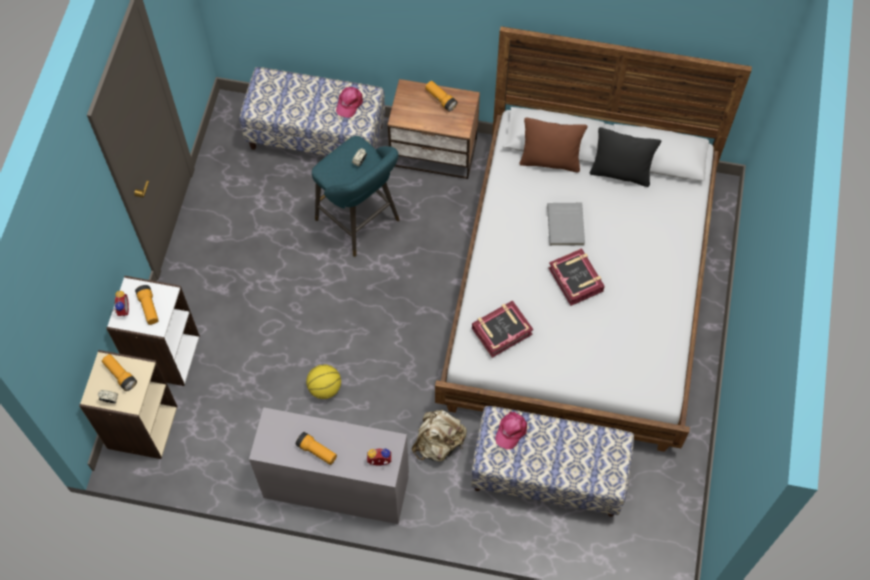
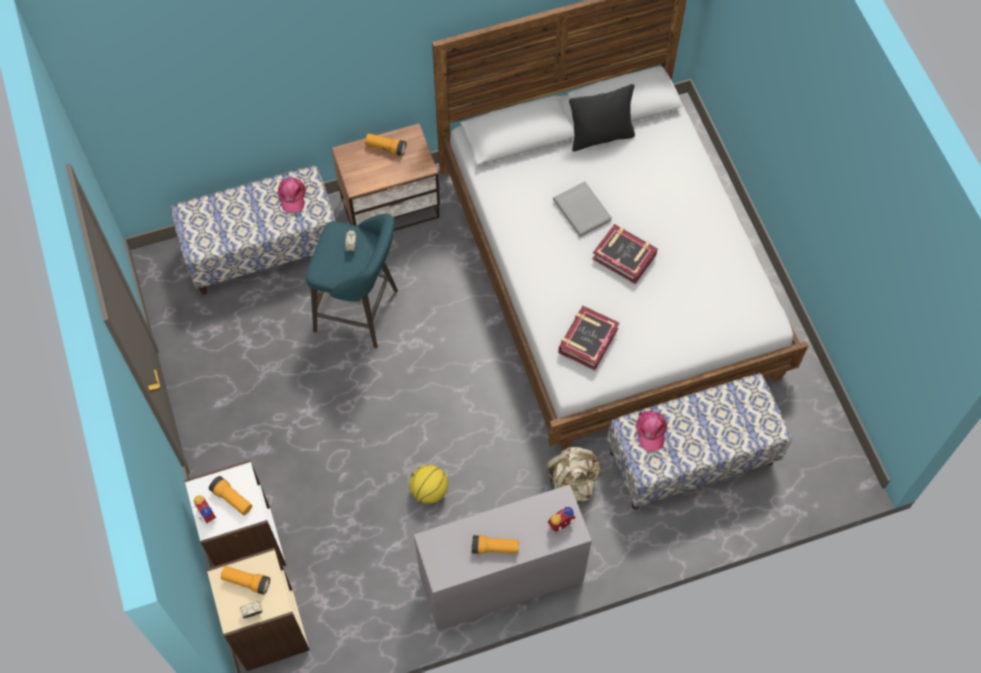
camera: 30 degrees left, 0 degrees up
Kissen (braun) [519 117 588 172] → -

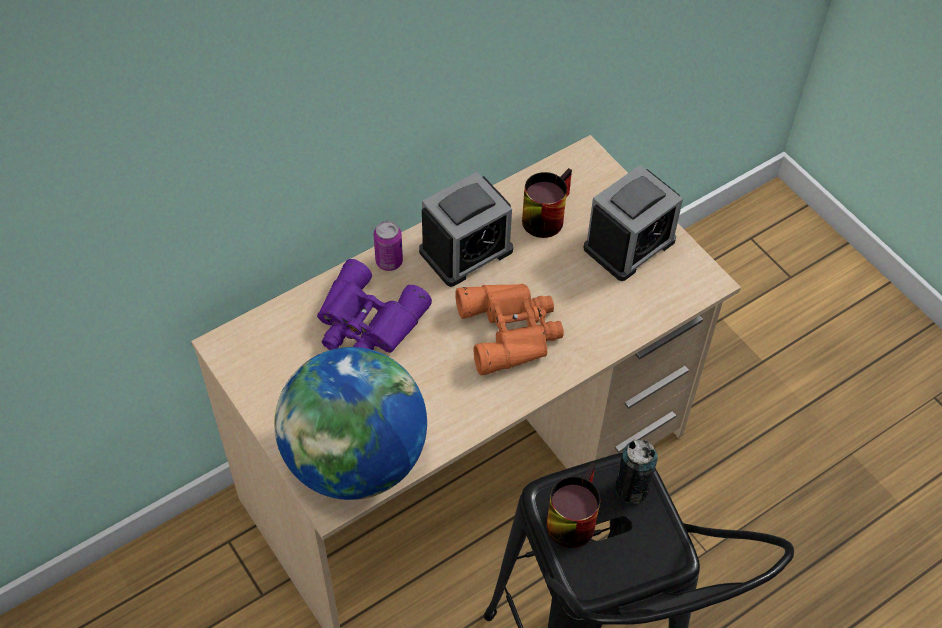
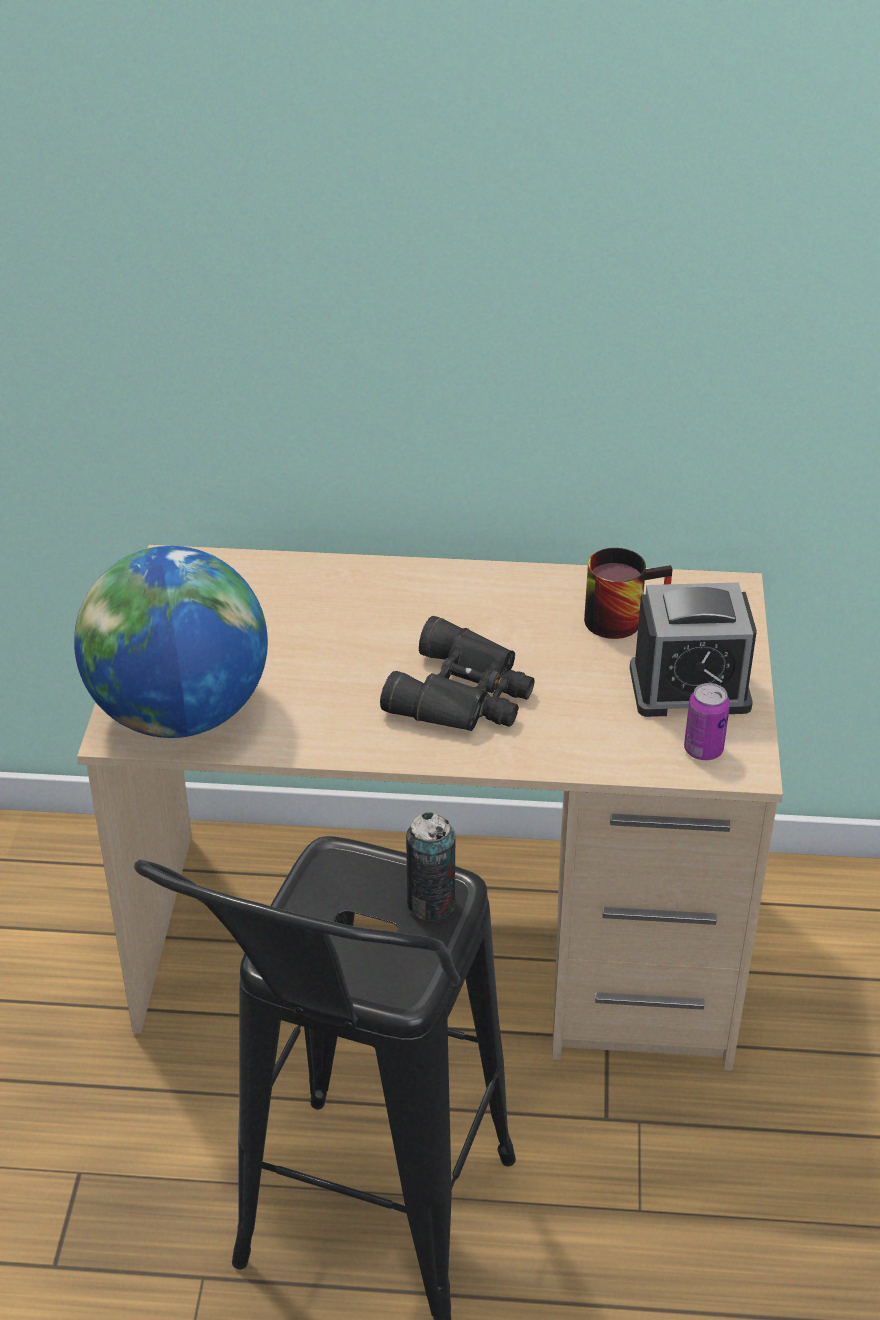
camera: 40 degrees right, 15 degrees down
Wecker [419 172 513 287] → -
Dose [374 221 403 271] → Dose [684 683 730 760], shifted
Fernglas (lila) [317 259 432 353] → -
Fernglas (orange) [455 284 564 375] → Fernglas (schwarz) [380 616 535 731]
Henkelbecher [547 462 600 548] → -

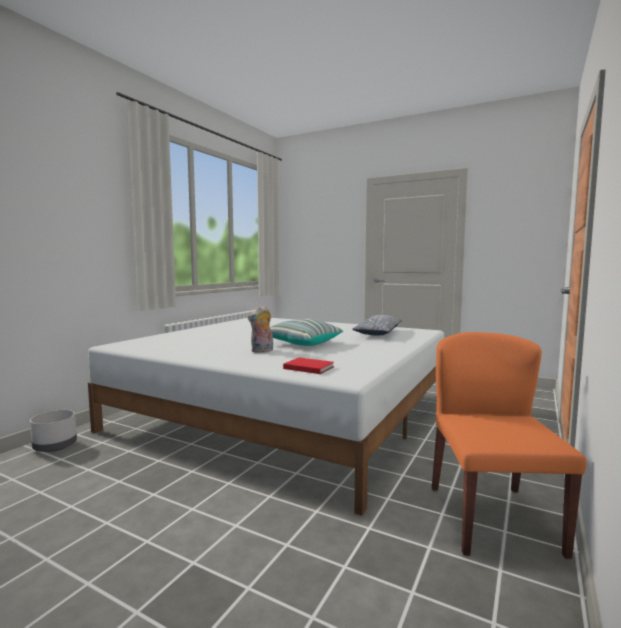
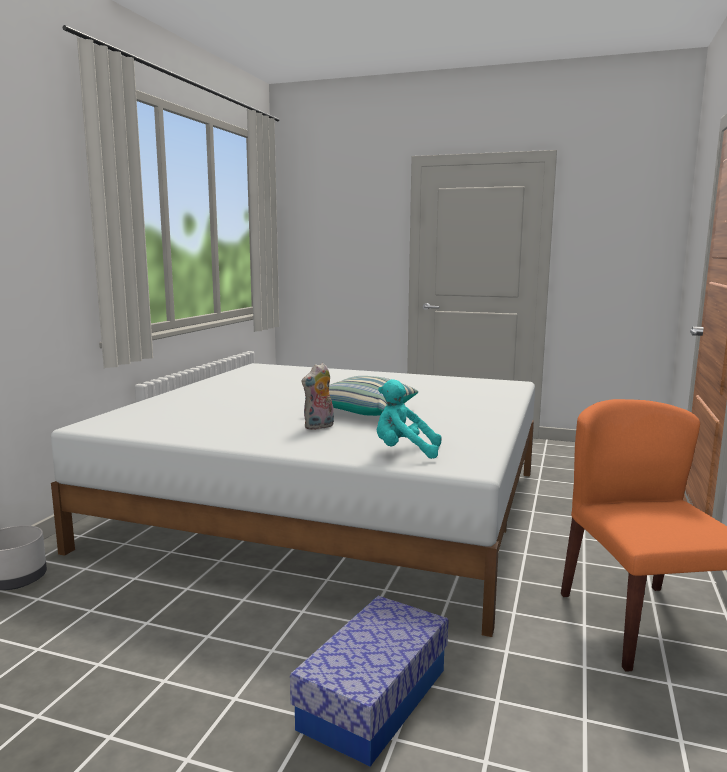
camera: 10 degrees left, 5 degrees up
Kissen [352 315 402 336] → -
Buch (rot) [283 357 334 374] → Plüschtier (türkis) [377 379 442 459]
- → Aufbewahrungsbox [290 596 448 766]

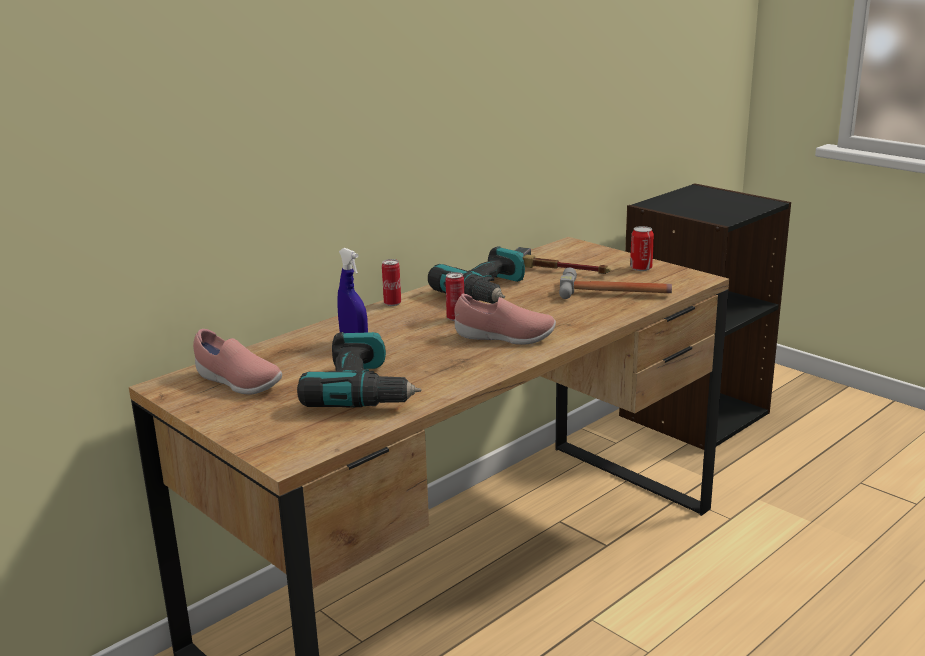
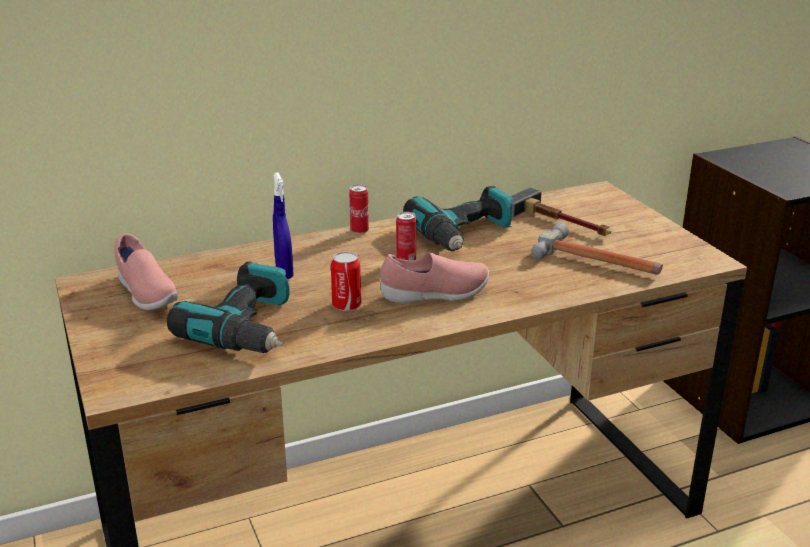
camera: 20 degrees right, 5 degrees up
Dose [630 226 654 271] → Dose [331 252 361 311], shifted
Schuh (rosa) [455 294 556 345] → Schuh (rosa) [380 252 489 303], 45 degrees counterclockwise

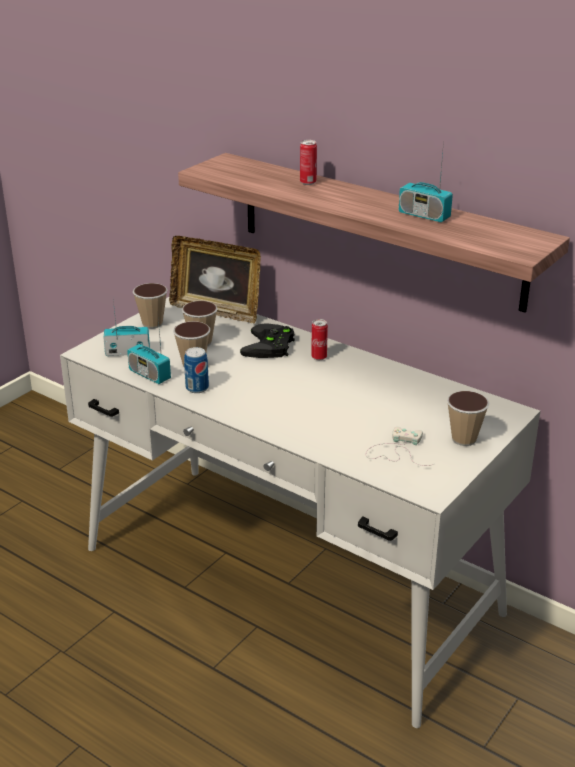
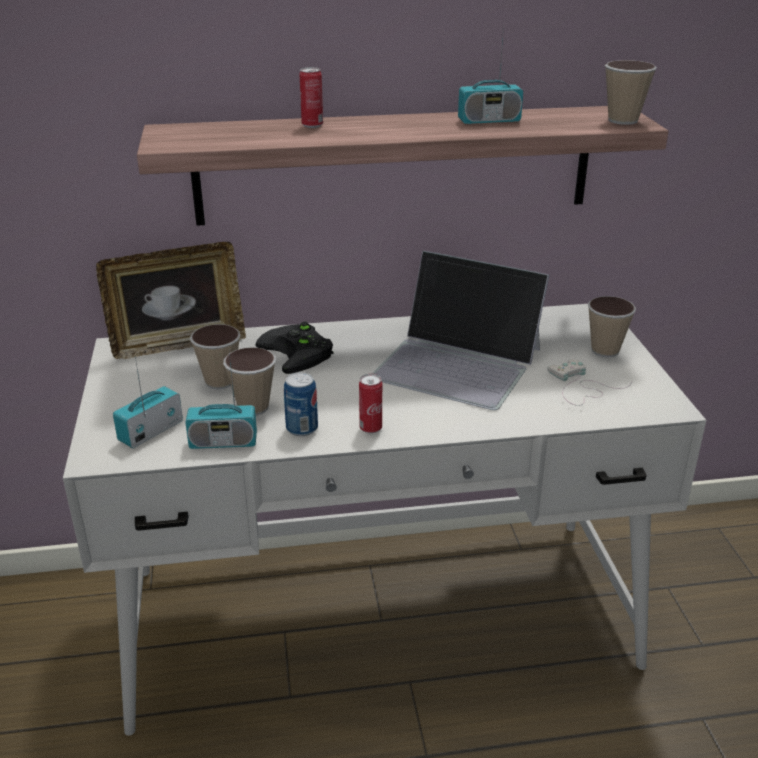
camera: 45 degrees left, 0 degrees up
Tasse [133 283 168 329] → Tasse [605 60 657 125], shifted
Dose [311 319 328 360] → Dose [359 374 382 433], shifted
- → Laptop [372 251 550 410]

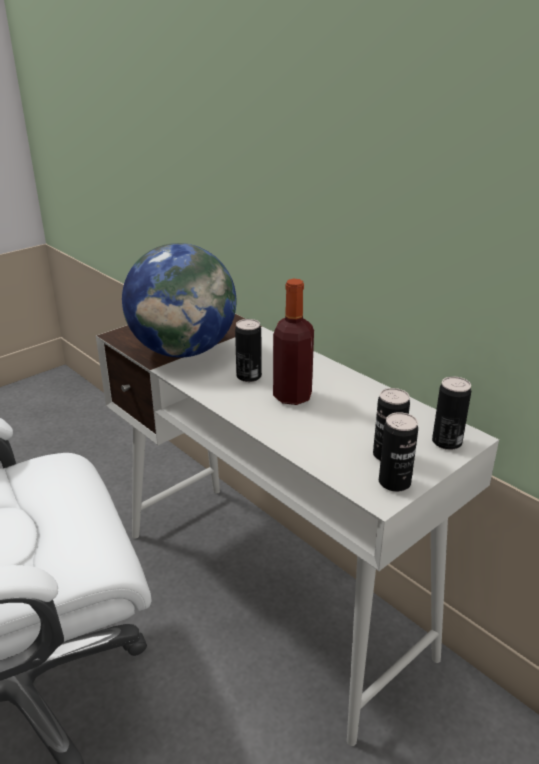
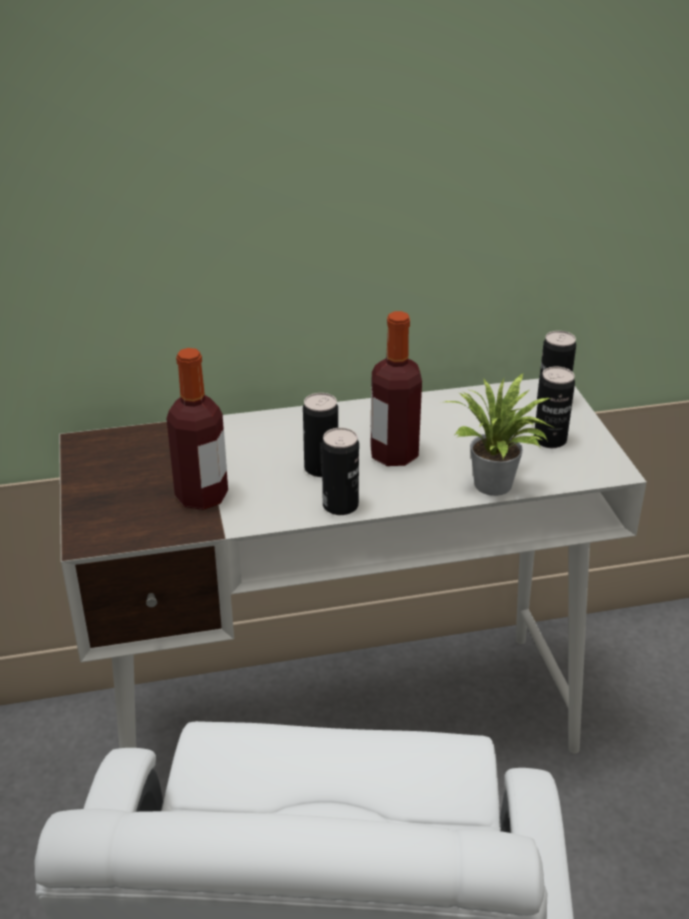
camera: 60 degrees left, 5 degrees up
Globus [122 243 236 358] → Flasche [166 348 228 510]
Dose [379 412 418 492] → Dose [322 428 359 515], shifted
- → Topfpflanze [445 373 555 496]

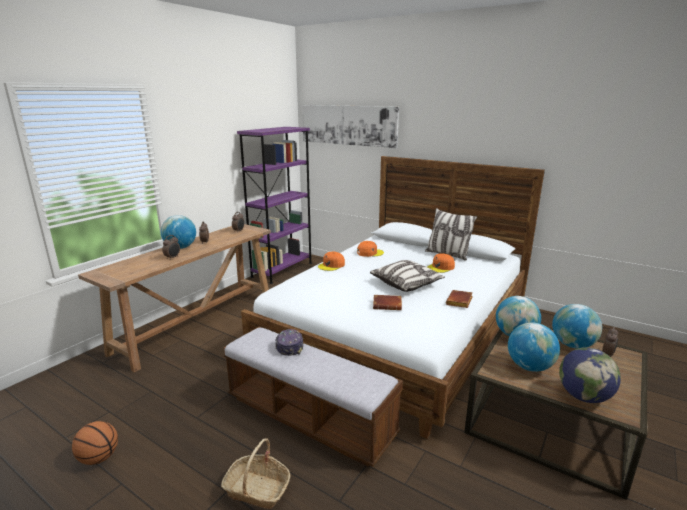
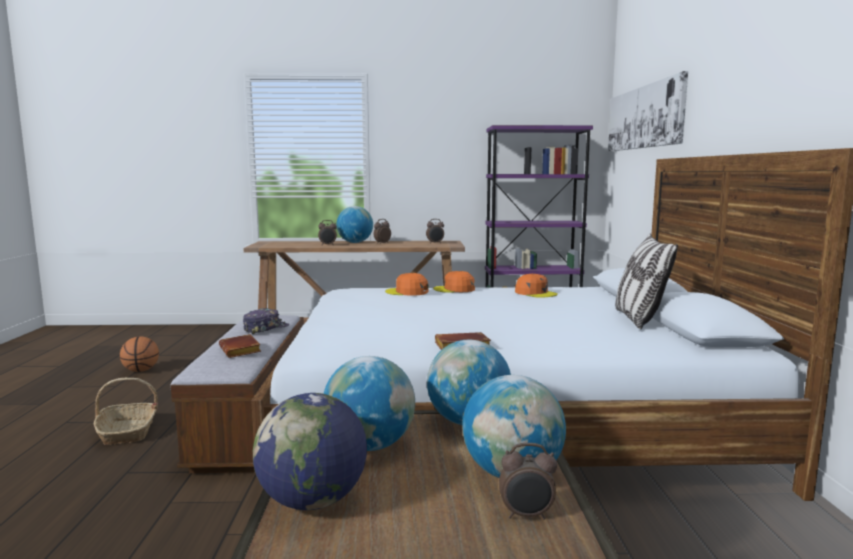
camera: 55 degrees right, 10 degrees down
Kappe (orange) [427 253 455 273] → Kappe (orange) [385 273 429 296], shifted
Kissen [370 260 445 292] → -
Buch (braun) [373 295 402 310] → Buch (braun) [219 334 261 358], shifted

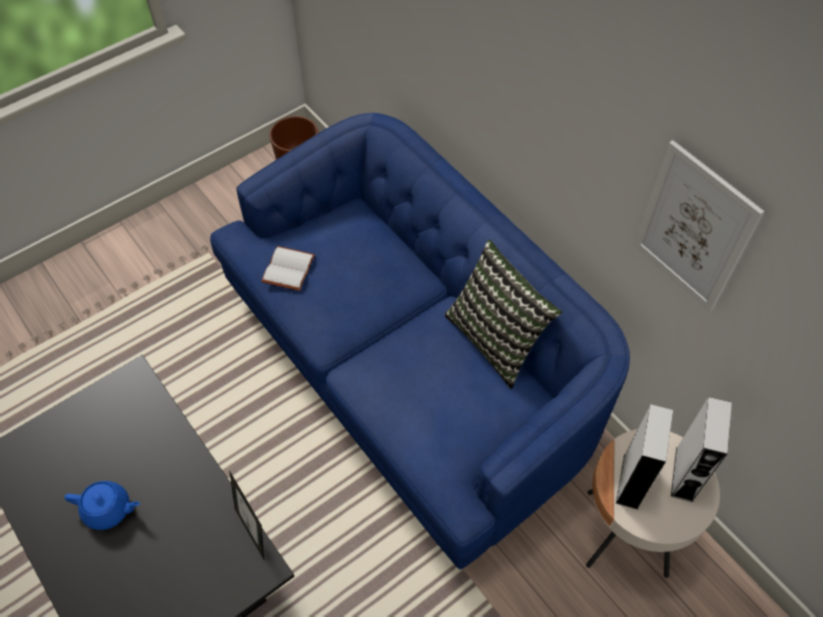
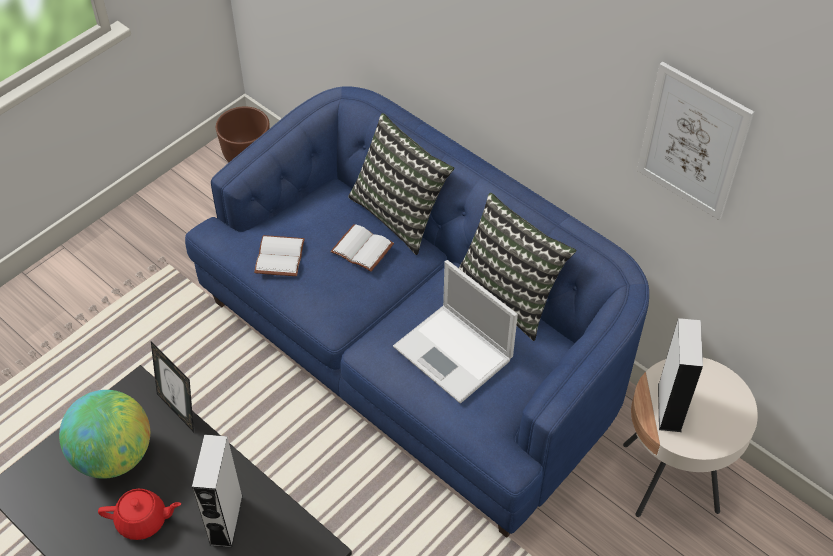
camera: 10 degrees left, 5 degrees down
Lautsprecher (grau) [671 397 732 502] → Lautsprecher (grau) [192 434 243 548], shifted
Bilderrahmen [229 470 264 559] → Bilderrahmen [151 341 194 432], shifted
Teekanne (blau) [64 481 140 530] → Teekanne (rot) [98 489 181 540]
- → Kissen [348 113 454 255]
- → Buch (weiß) [330 224 394 272]
- → Laptop [393 260 518 403]
- → Globus [59 390 150 479]

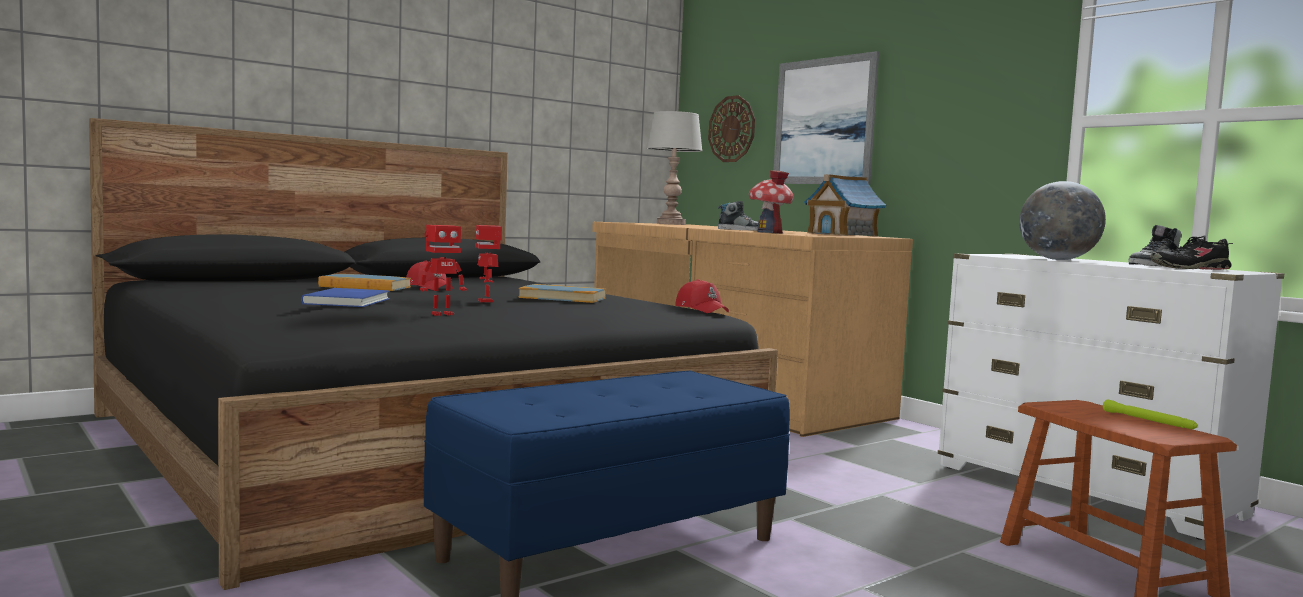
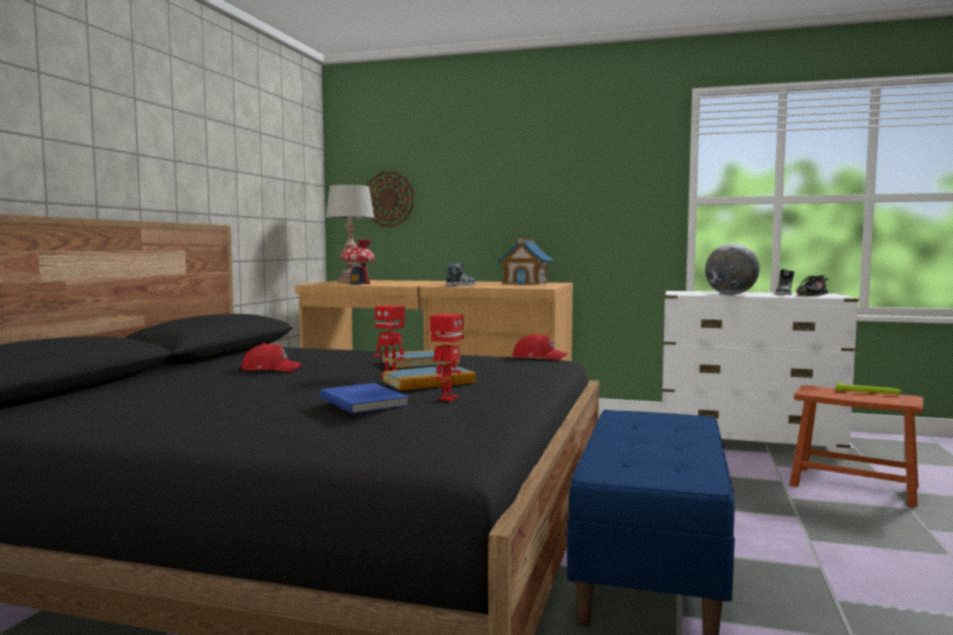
camera: 35 degrees left, 0 degrees up
Bild [774 51 879 185] → -
Spielzeughaus [749 170 794 233] → Spielzeughaus [341 239 374 284], shifted
Buch [318 274 411 291] → Buch [383 366 476 390], shifted

